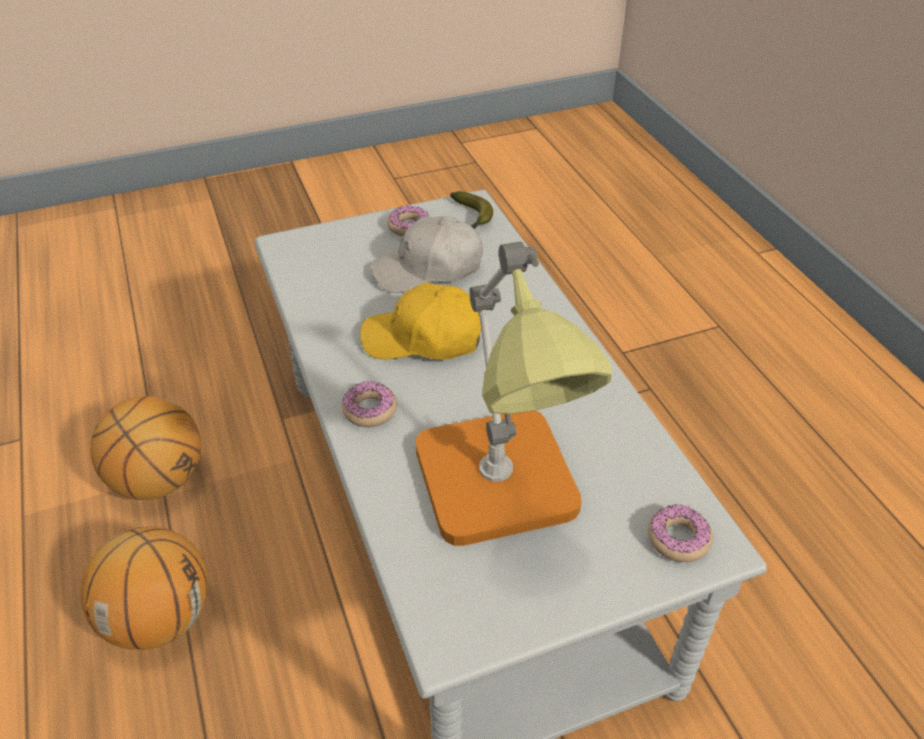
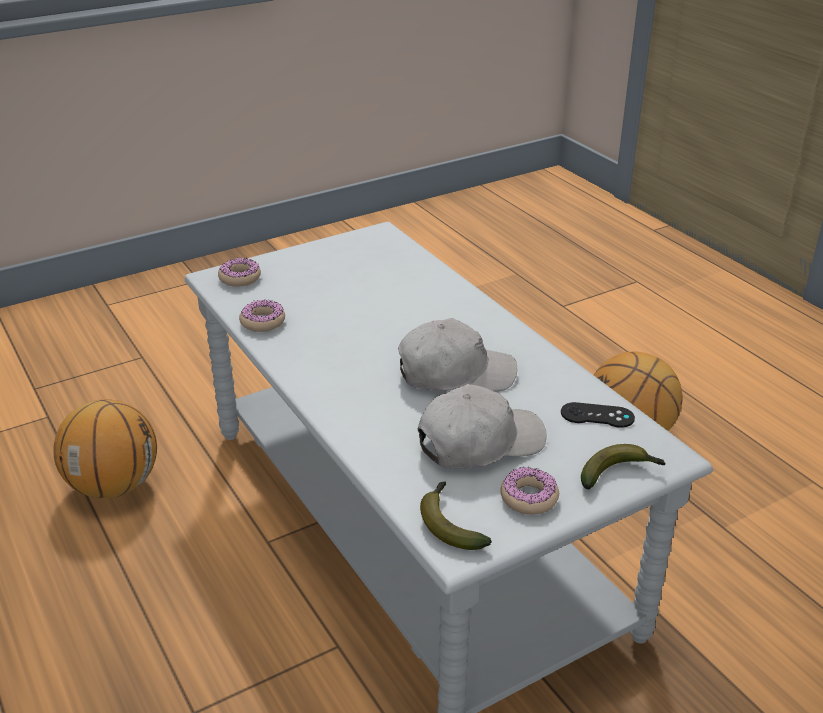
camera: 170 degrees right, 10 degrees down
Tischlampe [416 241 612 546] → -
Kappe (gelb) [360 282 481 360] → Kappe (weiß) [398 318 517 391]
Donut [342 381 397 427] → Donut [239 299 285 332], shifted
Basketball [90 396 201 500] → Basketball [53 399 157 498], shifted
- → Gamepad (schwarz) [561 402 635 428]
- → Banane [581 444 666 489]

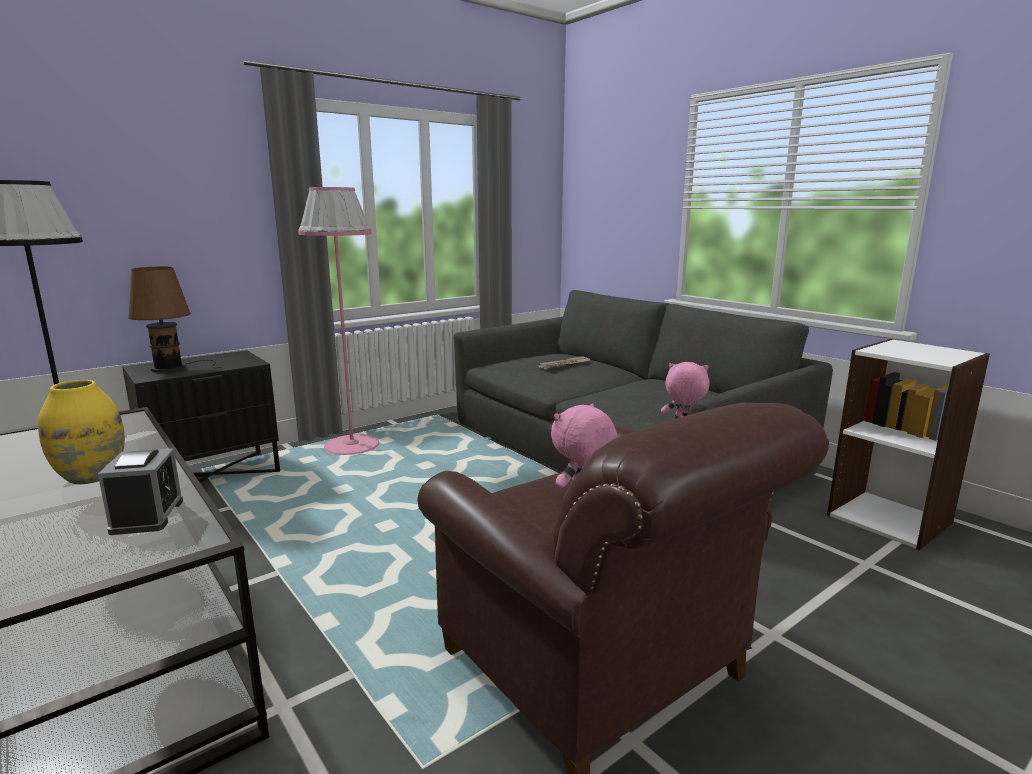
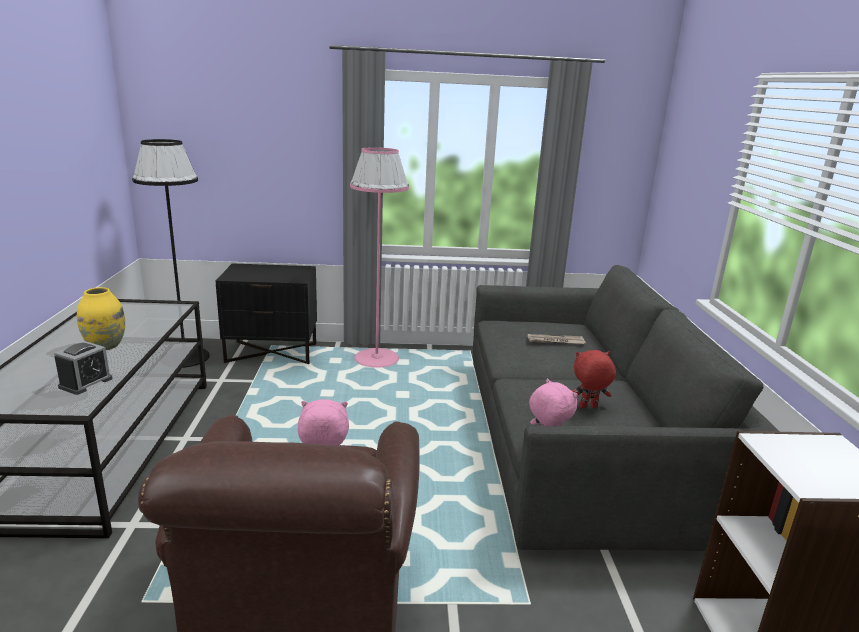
camera: 35 degrees right, 5 degrees up
Tischlampe (braun) [128 266 222 372] → -
- → Plüschtier (rot) [572 350 616 408]

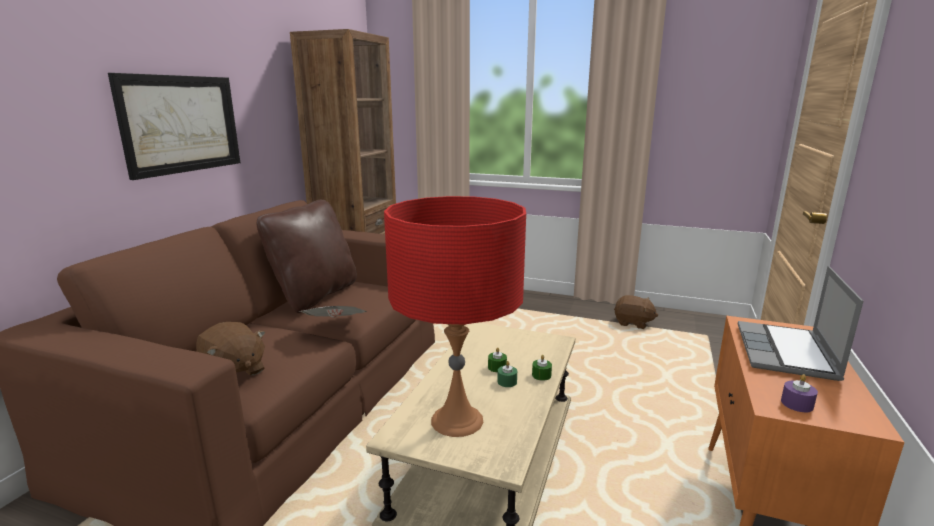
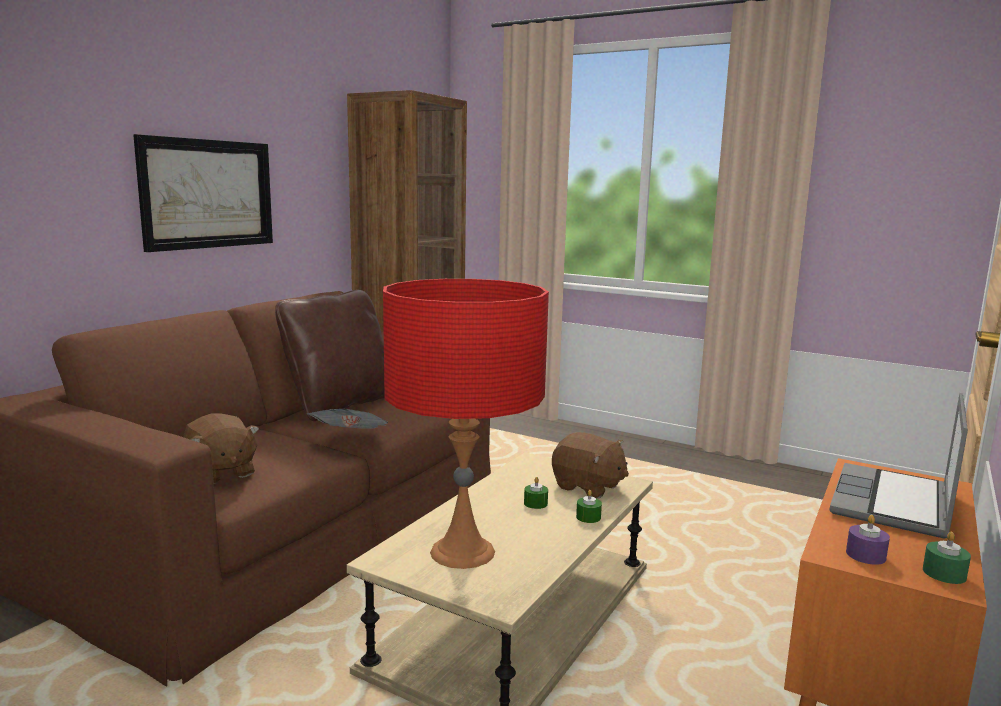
camera: 10 degrees right, 5 degrees down
Plüschtier (braun) [614 295 658 329] → Plüschtier (braun) [552 432 629 498], shifted
Kerze (grün) [497 361 517 387] → Kerze (grün) [923 532 971 584], shifted

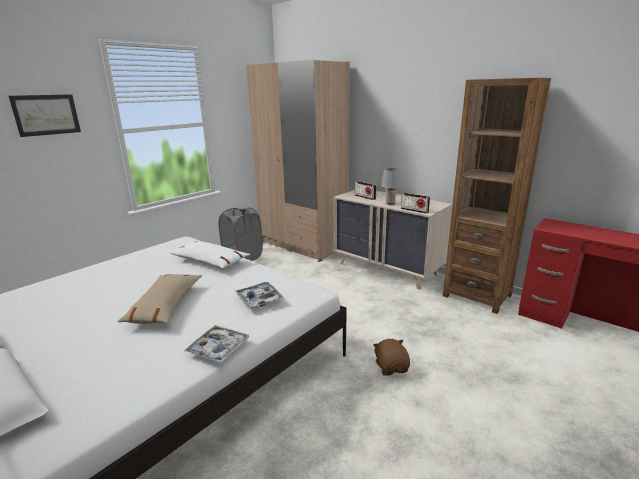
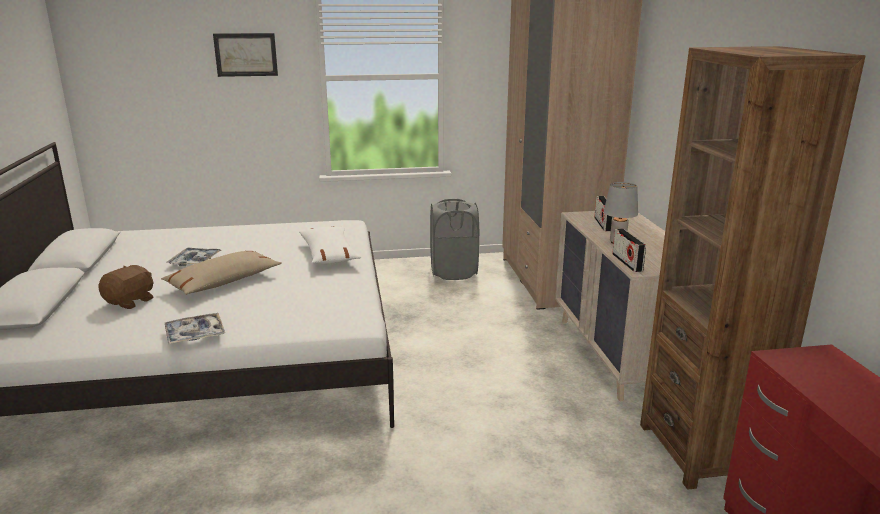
camera: 40 degrees right, 0 degrees up
Tablett [235 282 284 308] → Tablett [166 248 221 266], shifted
Plüschtier (braun) [373 339 410 376] → Plüschtier (braun) [98 265 154 309], shifted

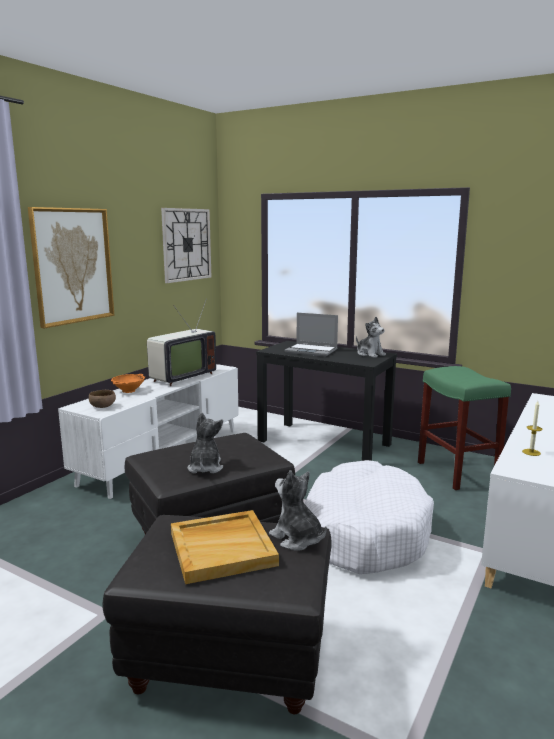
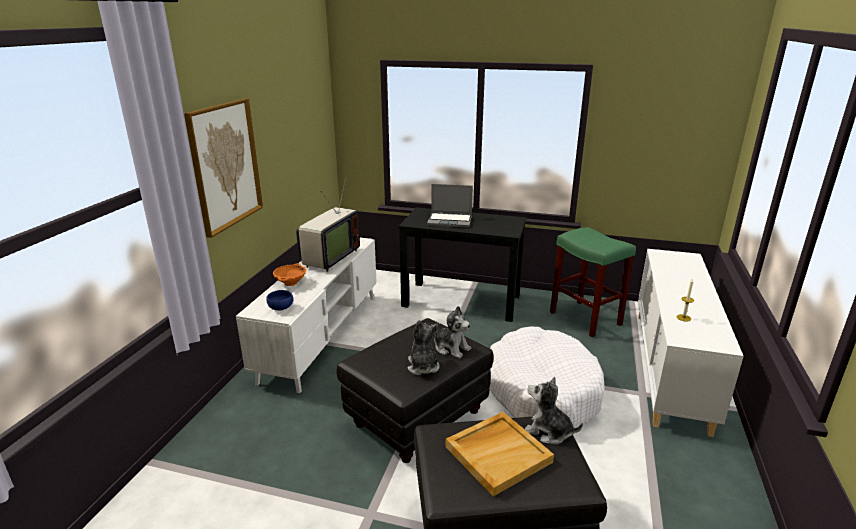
camera: 15 degrees left, 10 degrees up
Wanduhr [161 208 211 283] → -
Plüschtier [356 317 386 358] → Plüschtier [431 306 471 359], shifted
Schüssel (braun) [89 390 116 408] → Schüssel (blau) [267 290 293 310]

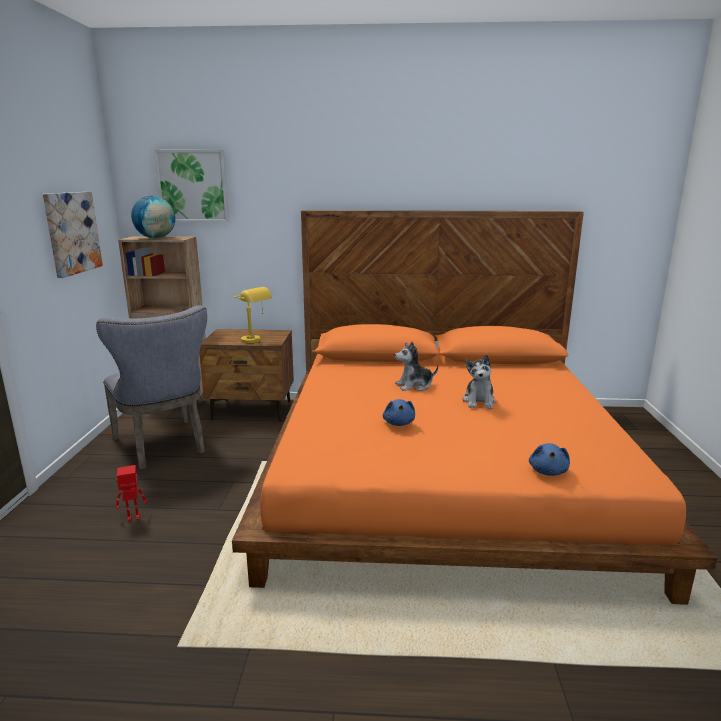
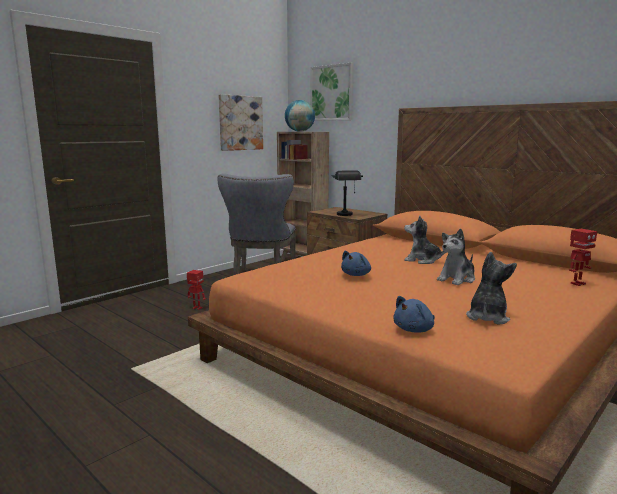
camera: 40 degrees right, 5 degrees down
Tischlampe (gelb) [234 287 272 343] → Tischlampe (schwarz) [332 170 363 216]
- → Spielzeugroboter [569 229 597 286]
- → Plüschtier [466 252 517 325]

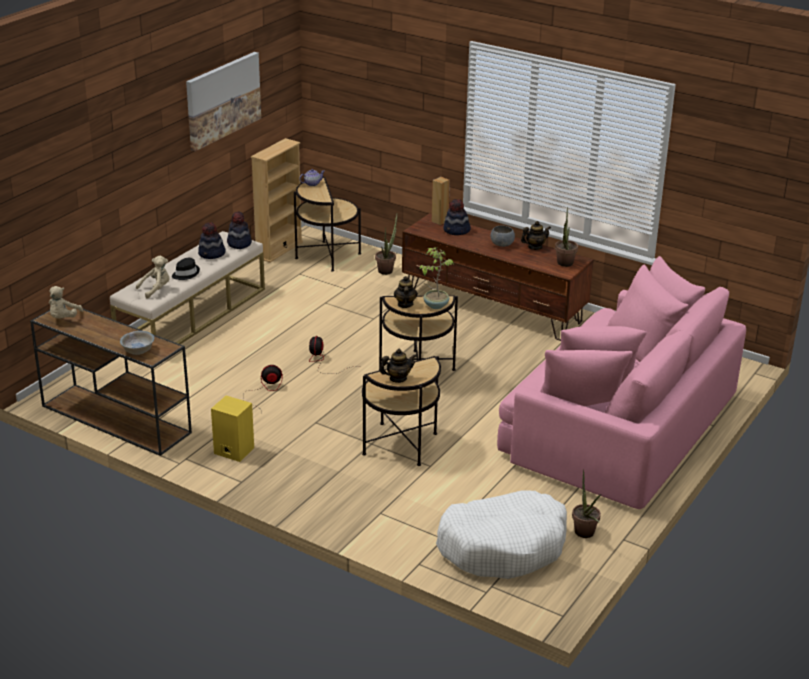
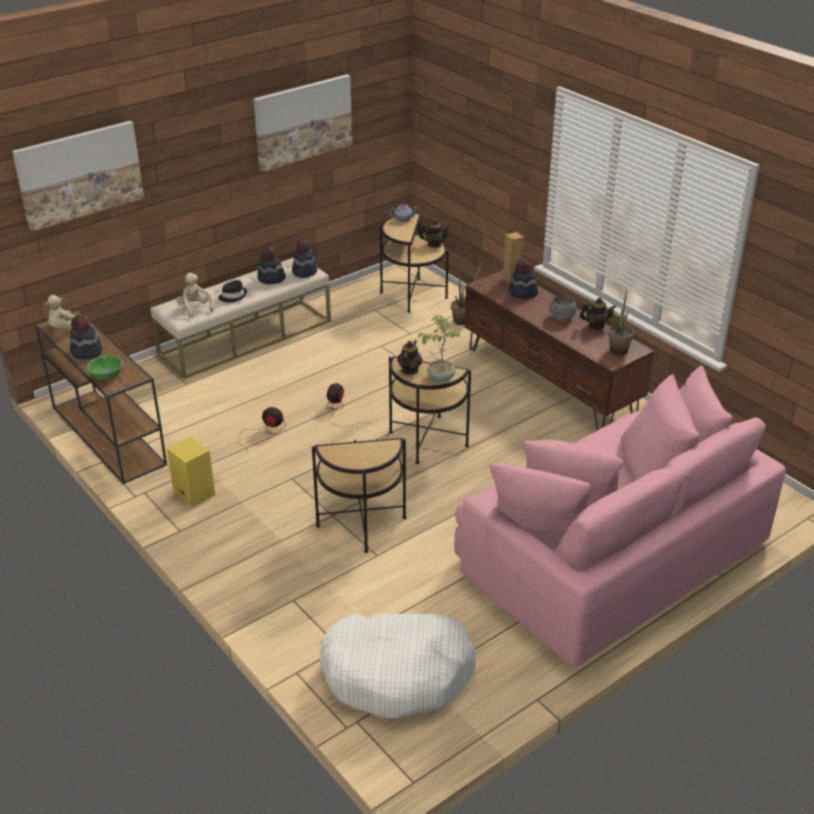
camera: 20 degrees right, 5 degrees up
Bücherregal (beige) [251 138 303 263] → -
Plüschtier (beige) [136 256 169 298] → Plüschtier (beige) [176 273 214 318], 105 degrees counterclockwise
Schüssel (weiß) [120 331 154 355] → Schüssel (grün) [87 355 123 380]
Teekanne [380 349 416 383] → Teekanne [419 220 450 248], shifted
Topfpflanze [572 469 601 538] → -
- → Bild [12 121 144 232]
- → Hut [70 315 102 359]

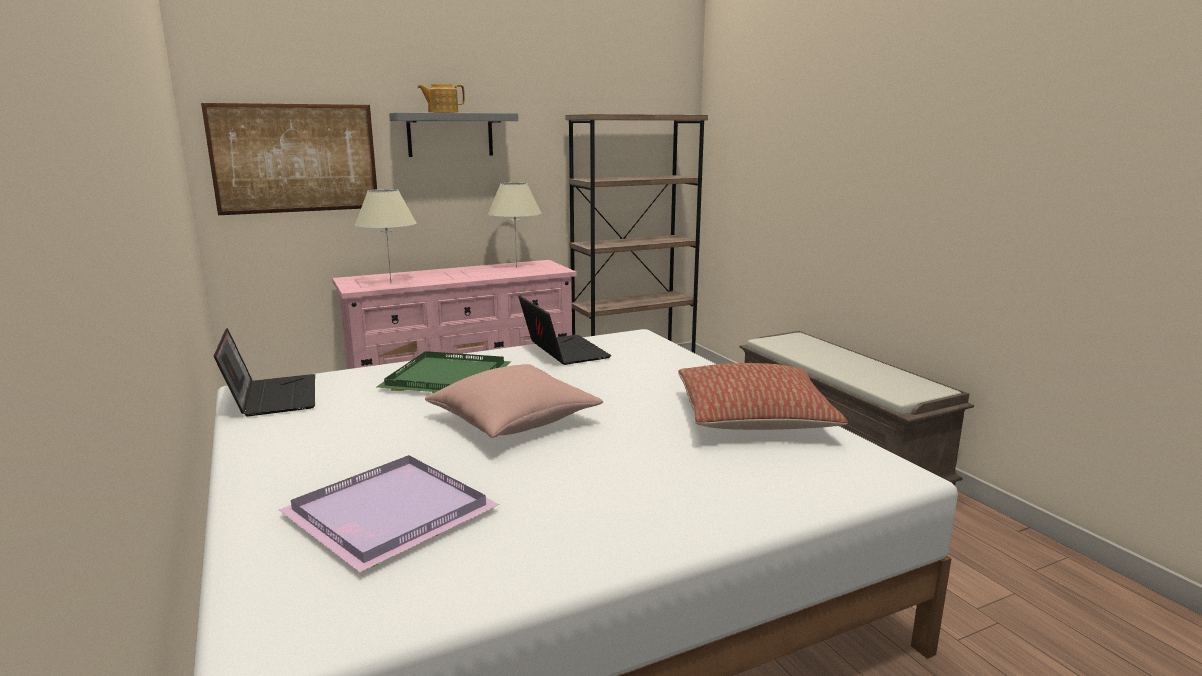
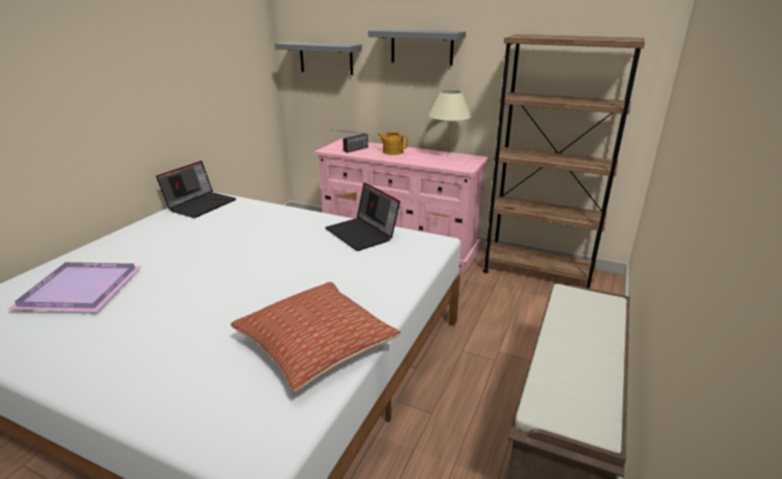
camera: 50 degrees right, 10 degrees up
Teekanne [417 84 465 113] → Teekanne [377 132 408 155], shifted
Bild [201 103 377 215] → Wandregal (grau) [275 42 362 75]
Tischlampe (beige) [355 189 416 281] → Radio [336 130 368 153]
Laptop [518 295 611 365] → Laptop [325 183 400 251], 120 degrees clockwise
Tablett (grün) [377 351 511 393] → -
Kissen (rosa) [425 364 603 438] → -

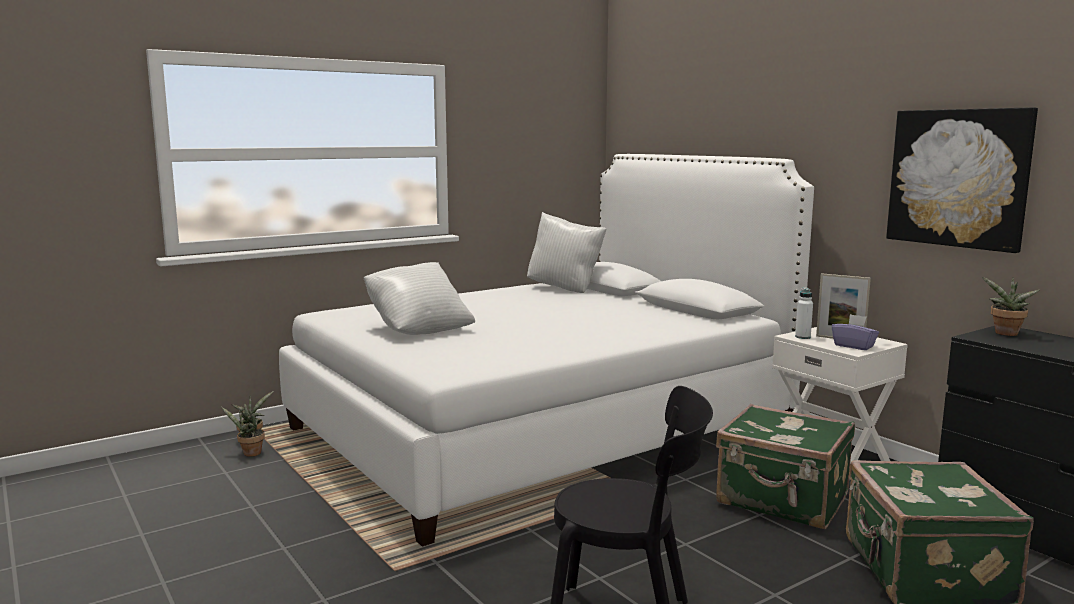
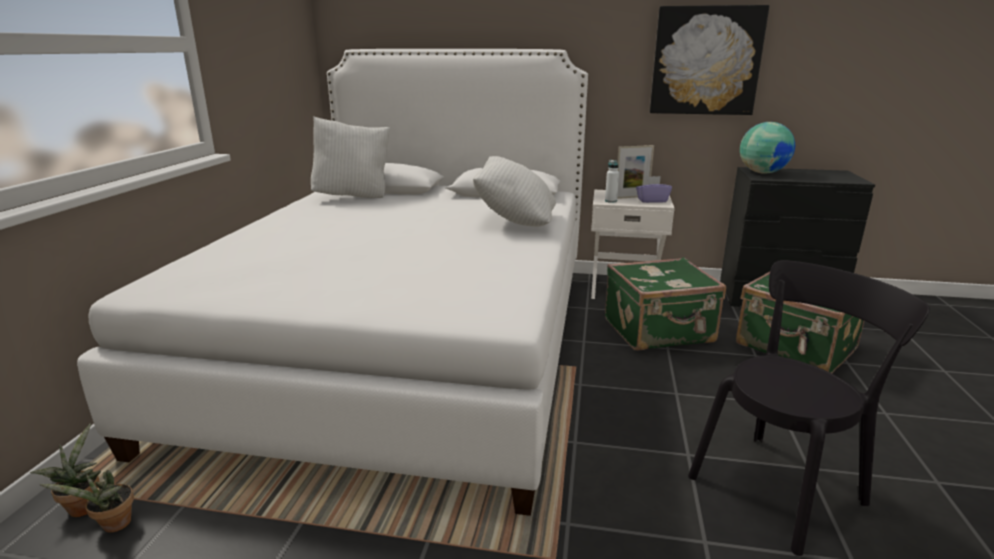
camera: 45 degrees left, 10 degrees up
Kissen (weiß) [364 262 475 335] → Kissen (weiß) [473 156 556 227], shifted
Topfpflanze [982 277 1040 336] → Globus [740 122 795 174]

